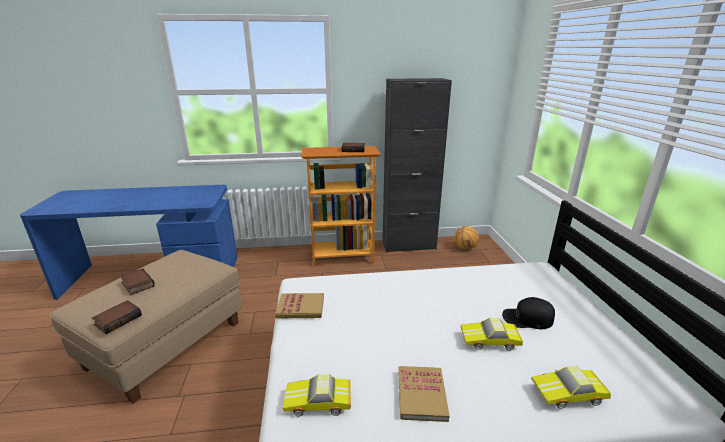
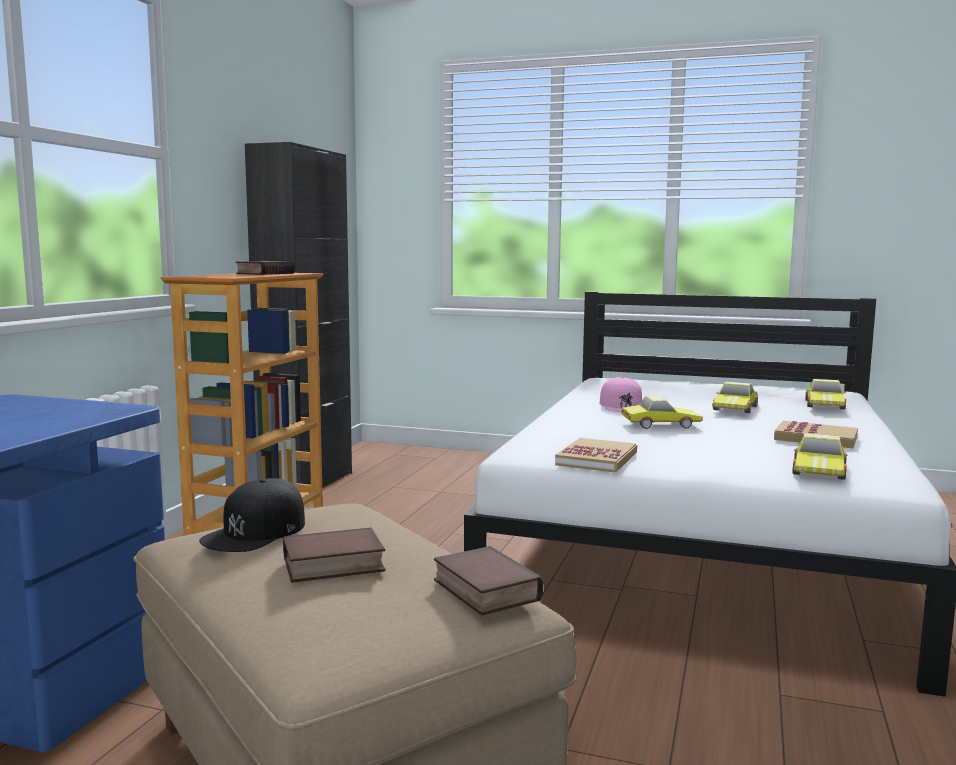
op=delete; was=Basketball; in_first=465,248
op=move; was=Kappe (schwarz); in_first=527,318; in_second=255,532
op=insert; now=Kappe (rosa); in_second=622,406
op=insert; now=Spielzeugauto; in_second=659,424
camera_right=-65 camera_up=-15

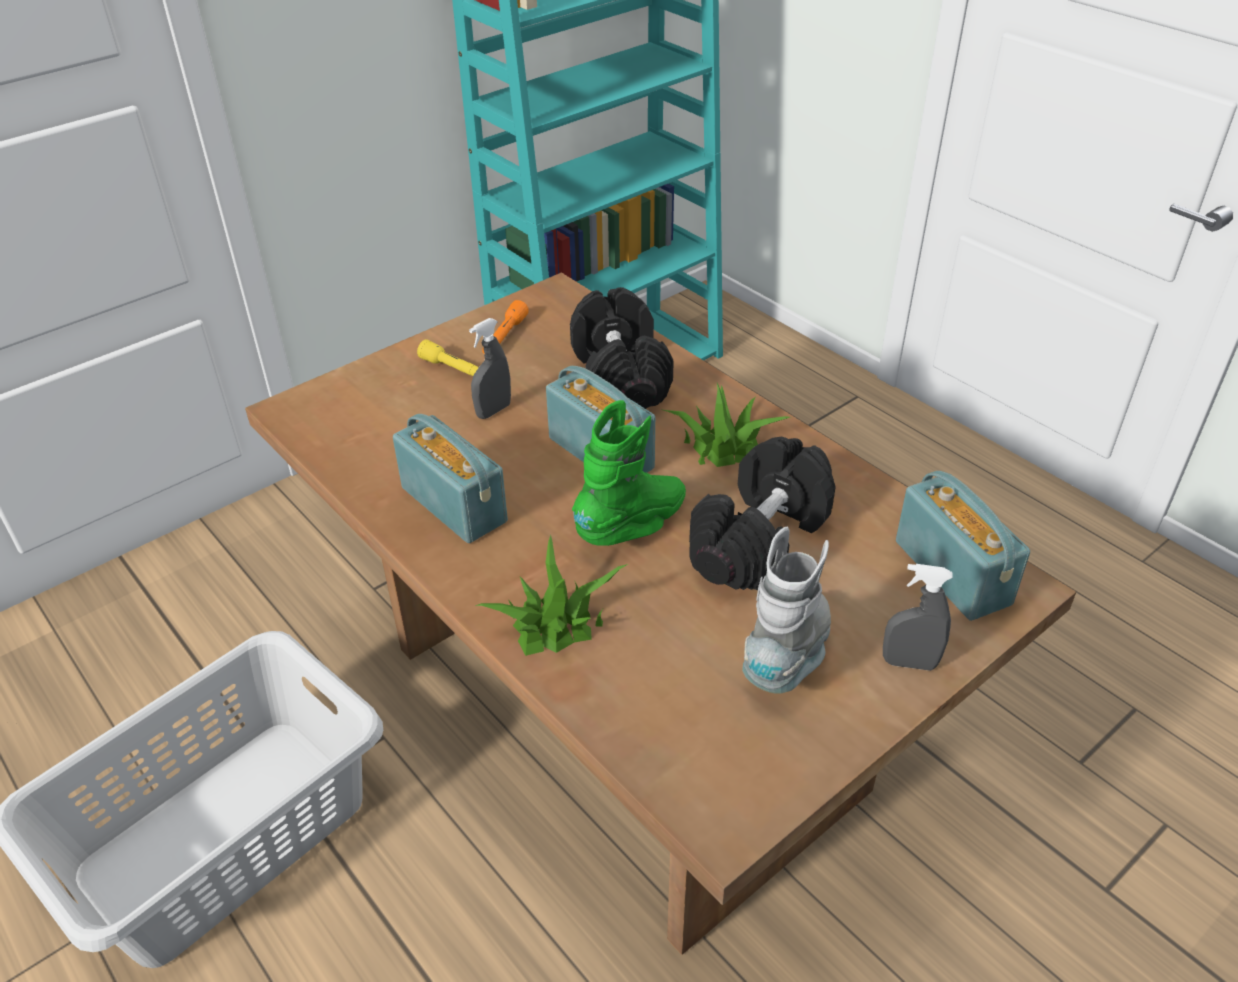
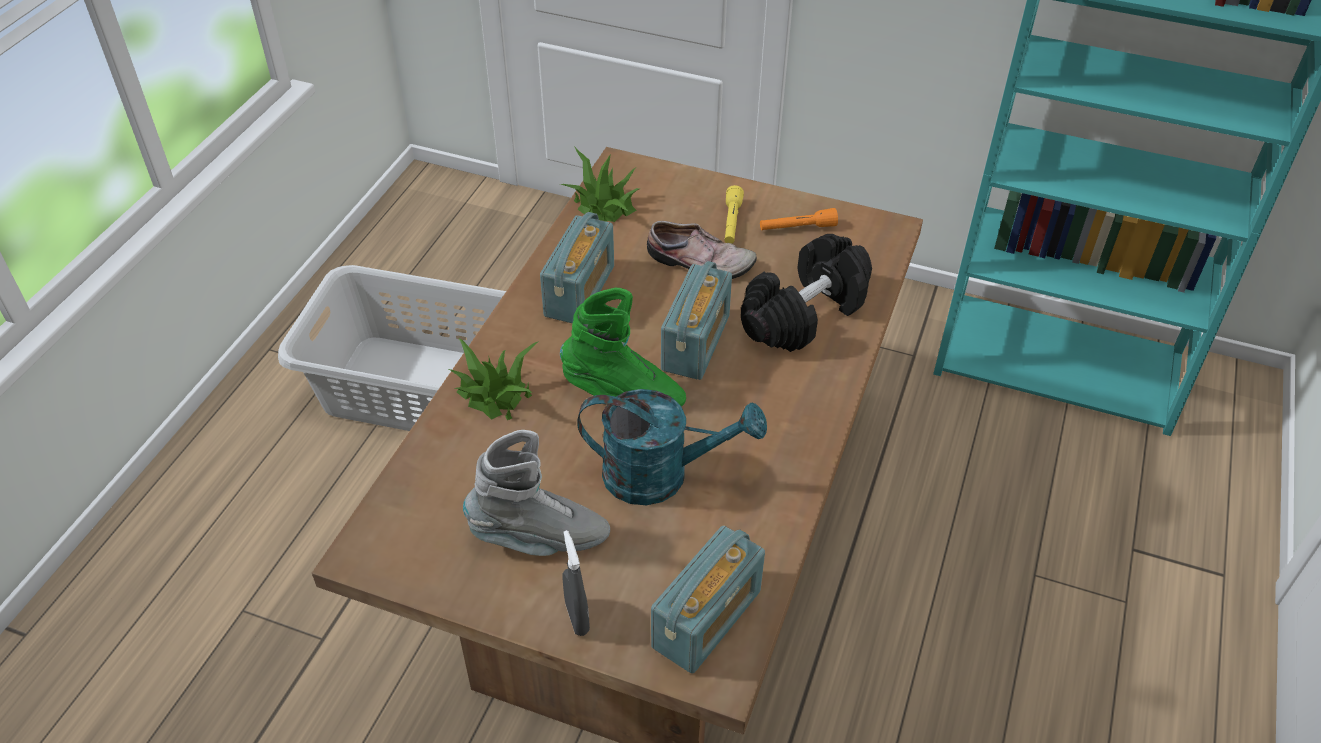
op=replace; was=Sprühflasche (grau); now=Schuh; in_first=493,411; in_second=699,263
op=move; was=Topfpflanze; in_first=723,445; in_second=604,205
op=replace; was=Hantel (schwarz); now=Gießkanne (türkis); in_first=759,539; in_second=661,475
camera_right=60 camera_up=5

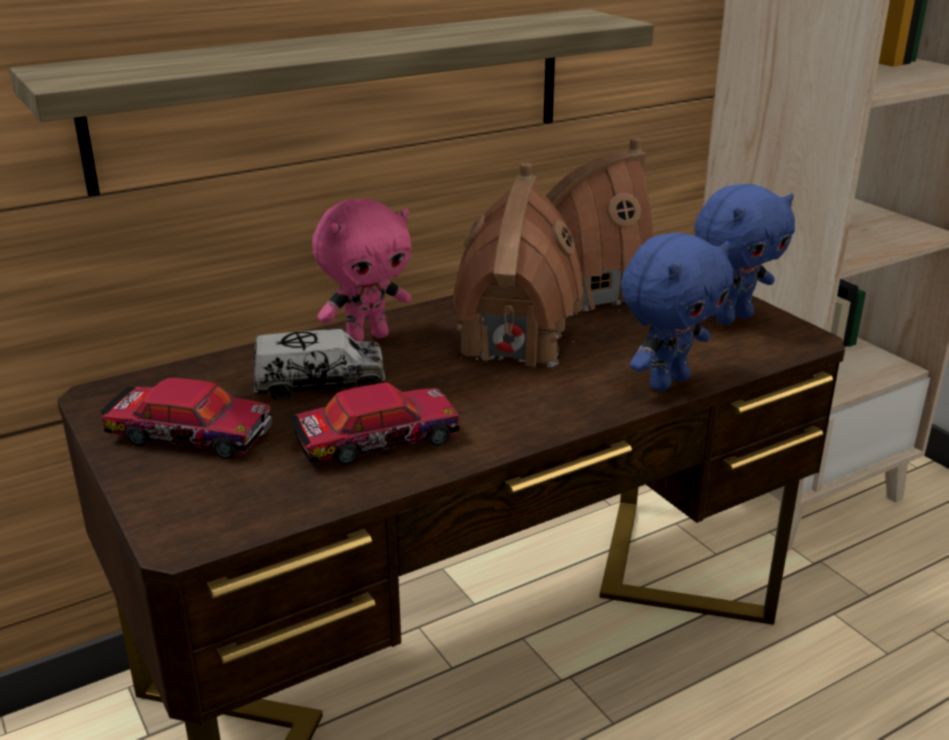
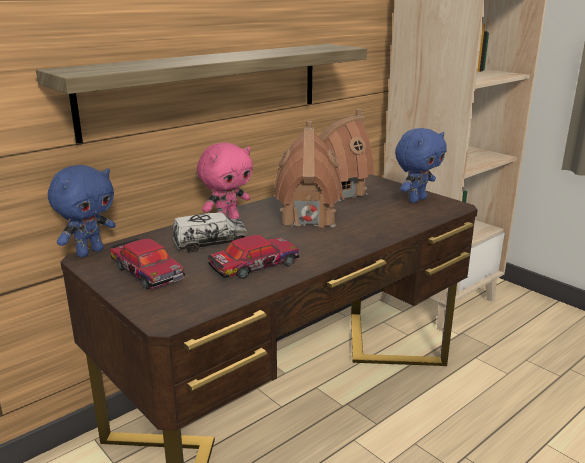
op=move; was=Plüschtier (blau); in_first=667,382; in_second=90,252
op=rotate; was=Spielzeugauto; in_first=190,434; in_second=147,272; clockwise=45
camera_right=-10 camera_up=-5

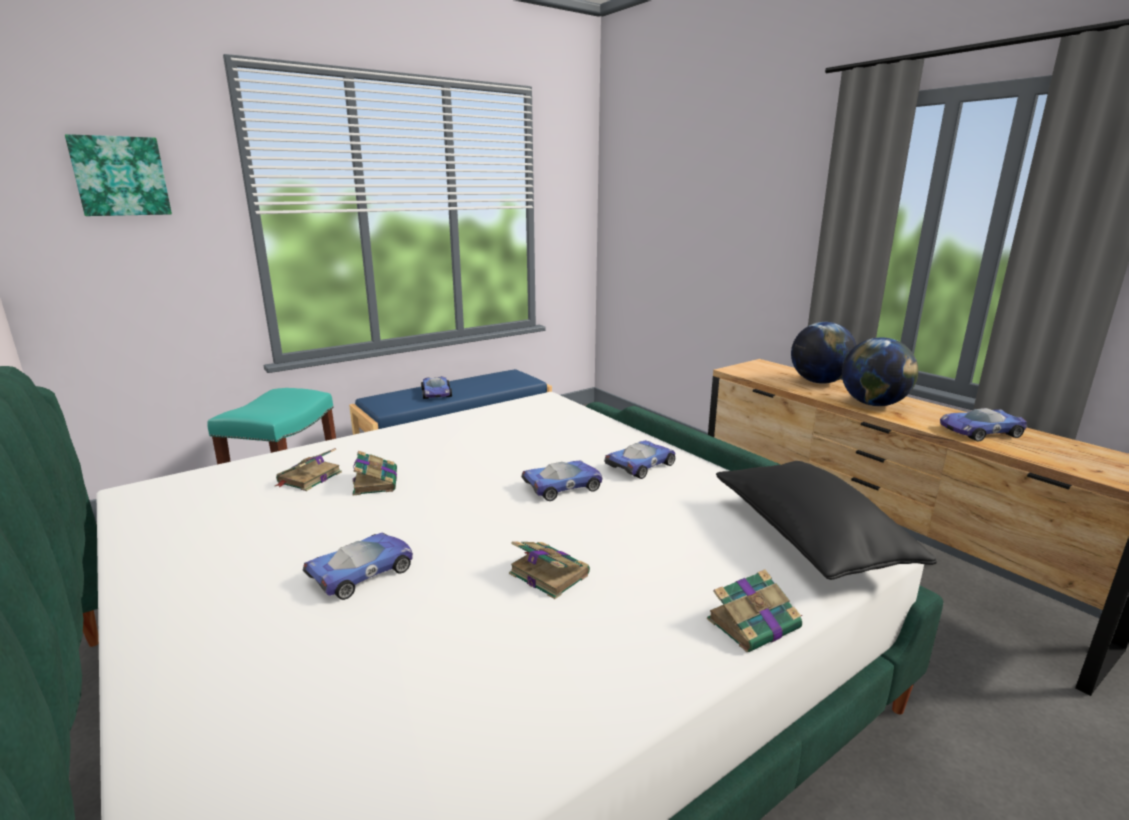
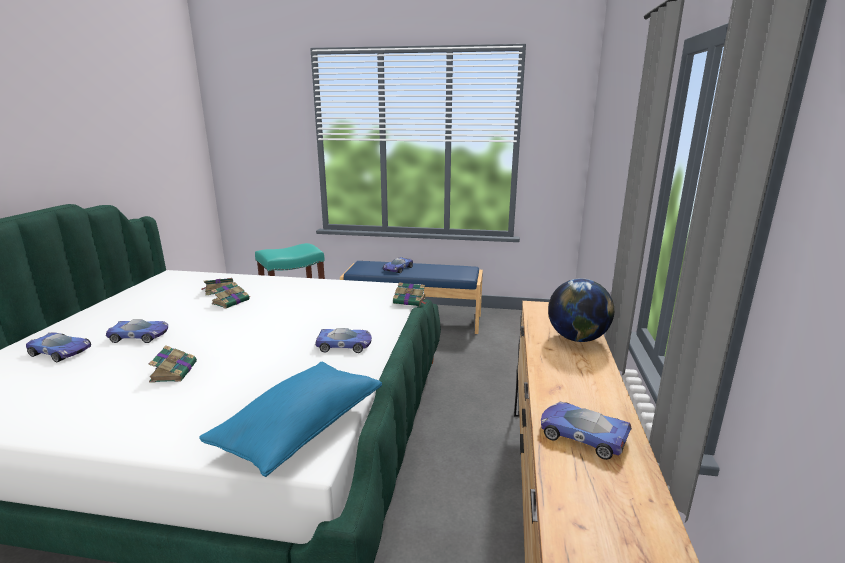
op=delete; was=Bild; in_first=120,176
op=delete; was=Globus; in_first=873,404
op=move; was=Spielzeugauto; in_first=563,486; in_second=61,352
op=recolor; was=Kissen (schwarz); now=Kissen (blau); in_first=807,539; in_second=301,429
op=move; was=Buch; in_first=755,623; in_second=410,301
camera_right=45 camera_up=0

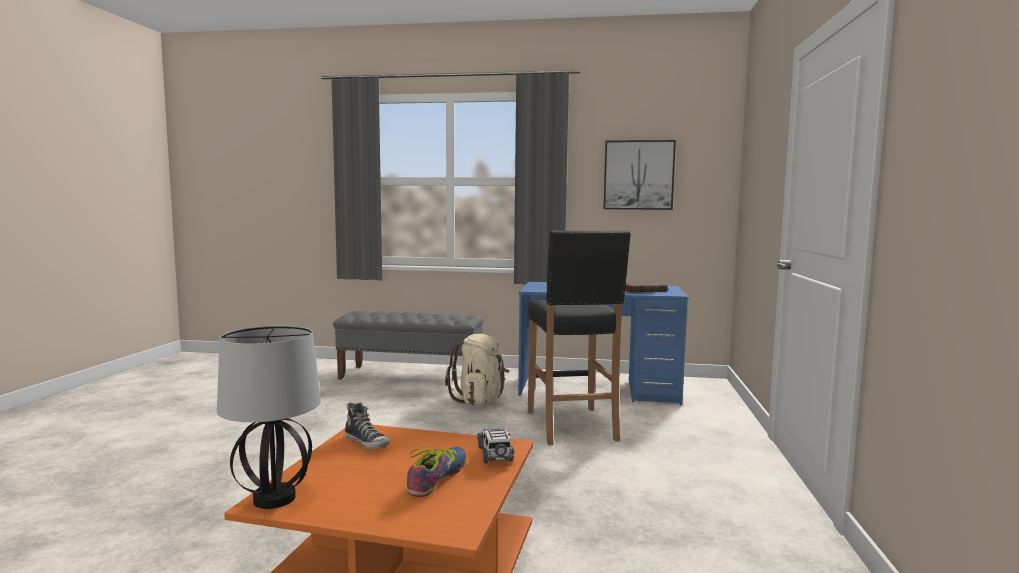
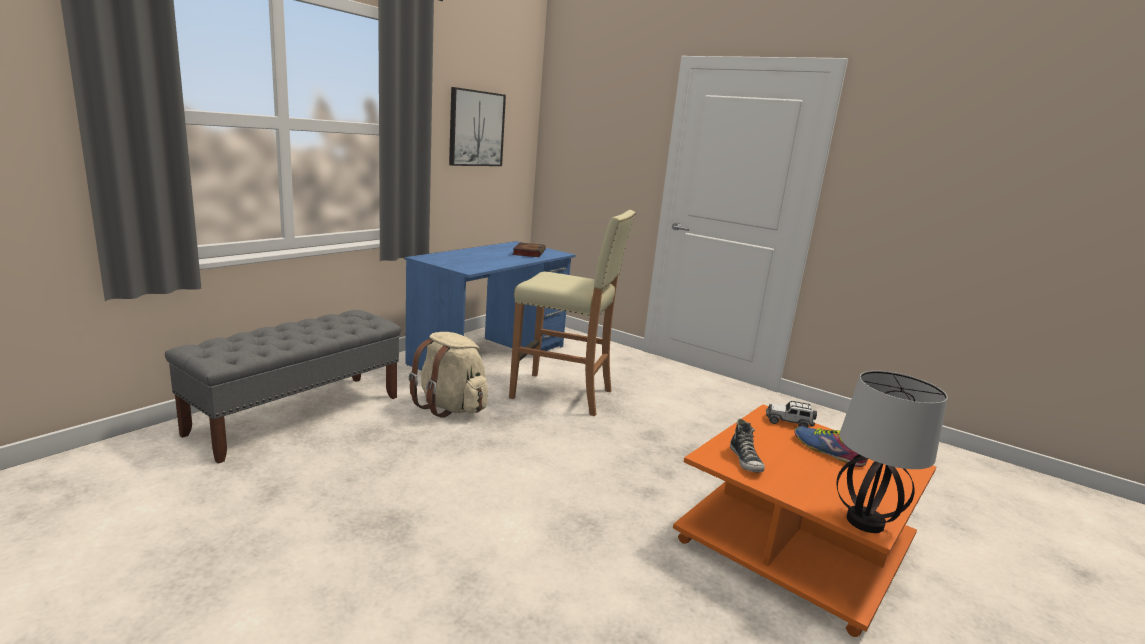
op=recolor; was=Hocker (schwarz); now=Hocker (beige); in_first=571,426; in_second=563,394
op=rotate; was=Schuh; in_first=367,443; in_second=746,461; clockwise=105
camera_right=-65 camera_up=10

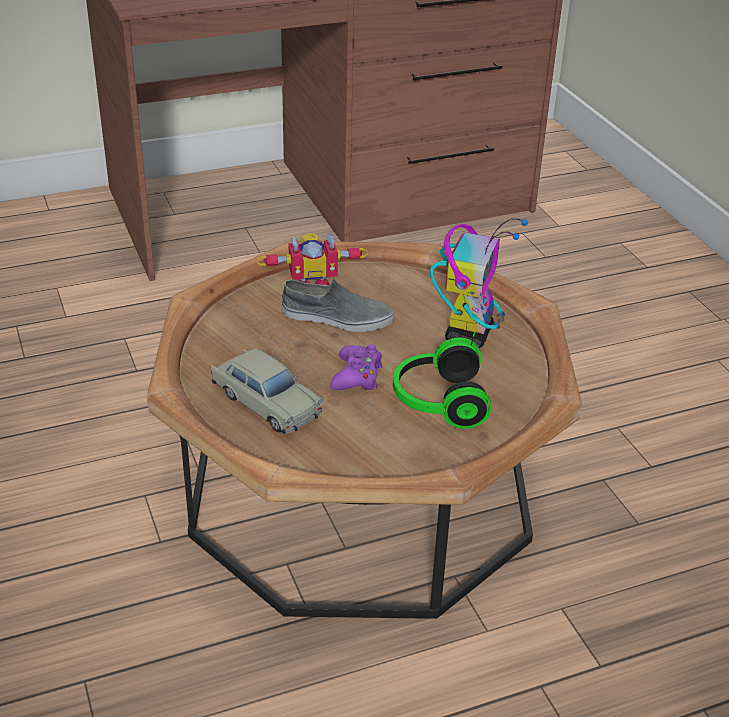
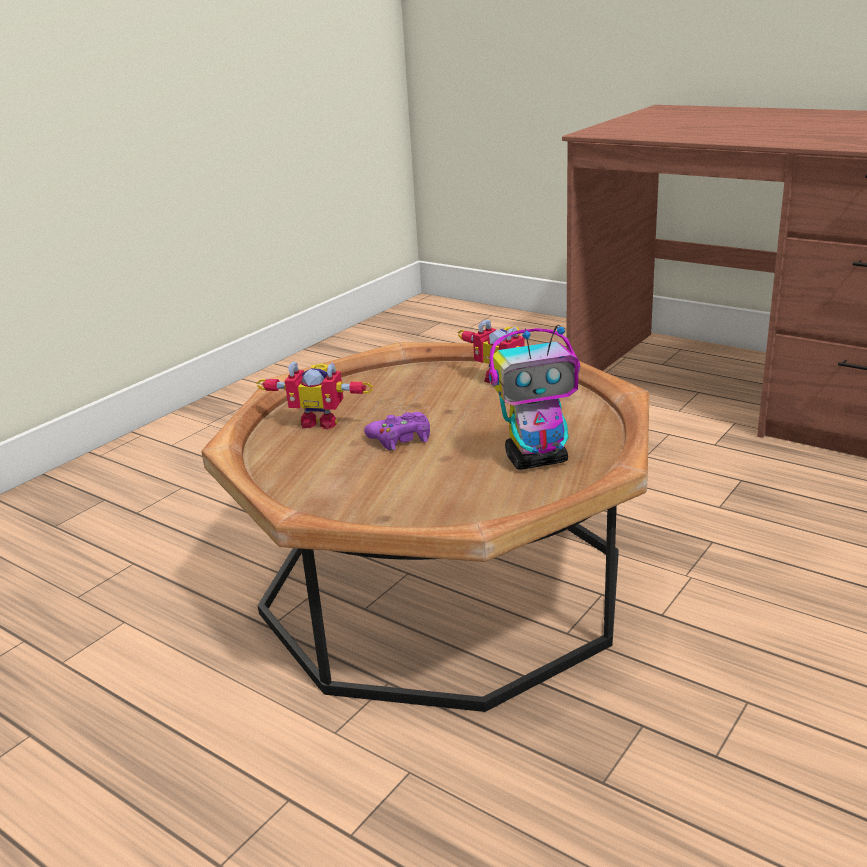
op=delete; was=Schuh (grau); in_first=337,318
op=delete; was=Kopfhörer; in_first=438,401
op=replace; was=Spielzeugauto (beige); now=Spielzeugroboter; in_first=266,402; in_second=321,421
camera_right=60 camera_up=-10

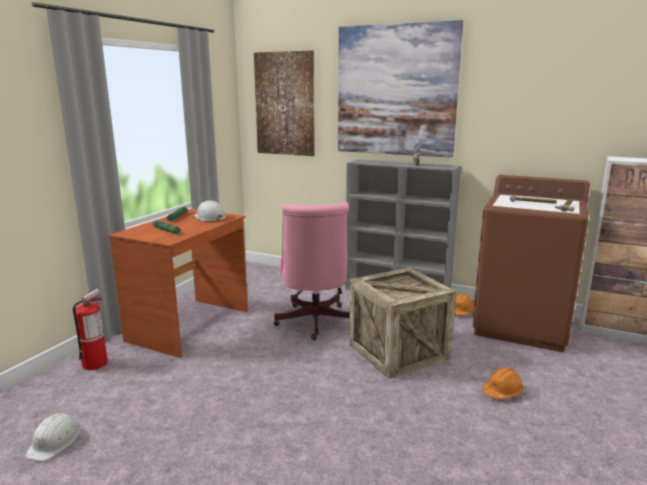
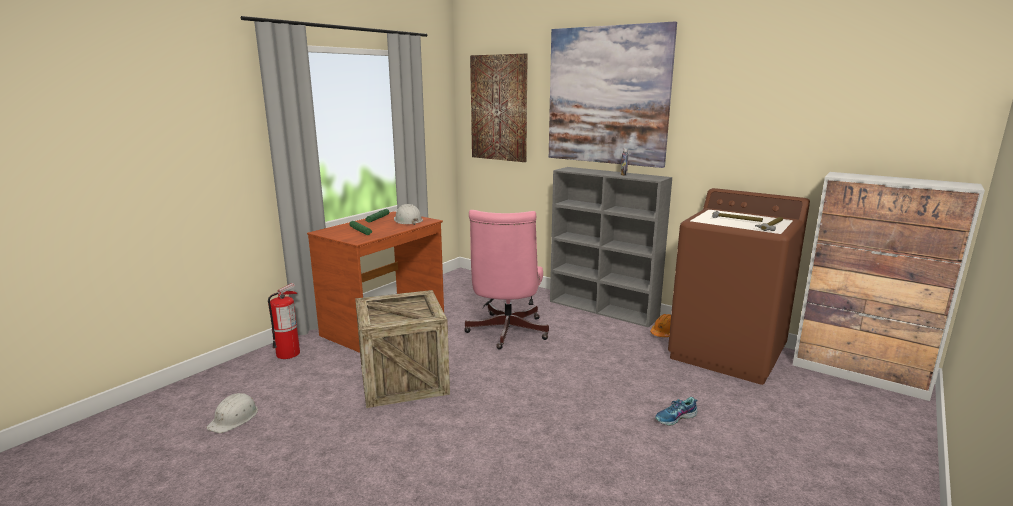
op=move; was=Kiste; in_first=398,352; in_second=403,380
op=replace; was=Schutzhelm (orange); now=Schuh; in_first=502,392; in_second=676,418
camera_right=10 camera_up=0

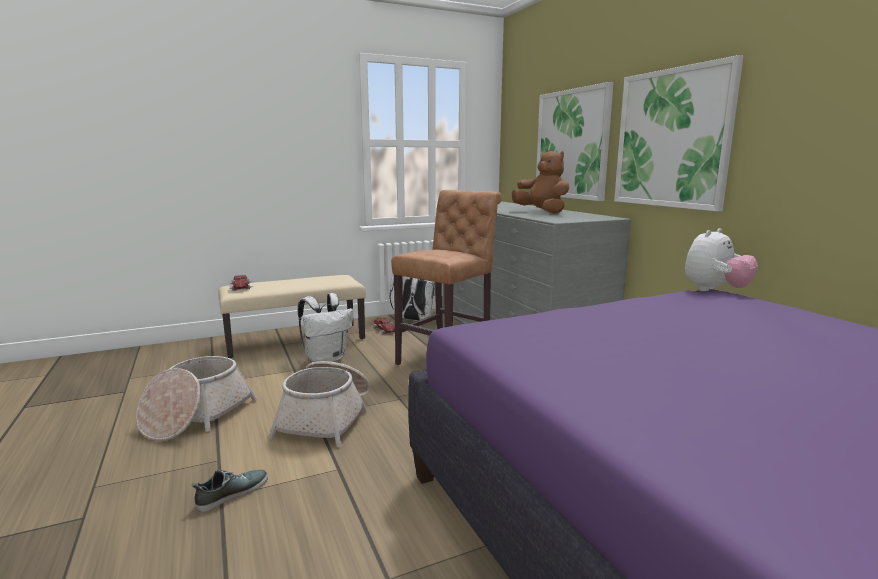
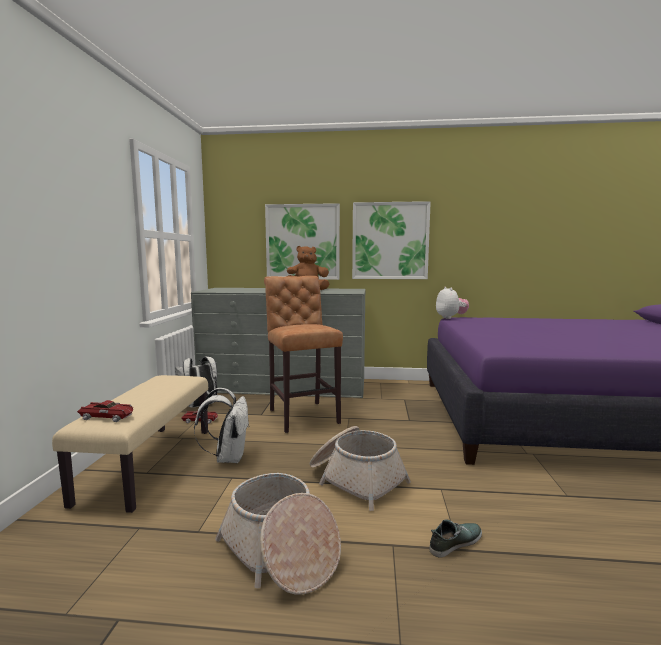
op=rotate; was=Schuh; in_first=232,493; in_second=455,542; clockwise=75
camera_right=-60 camera_up=-5

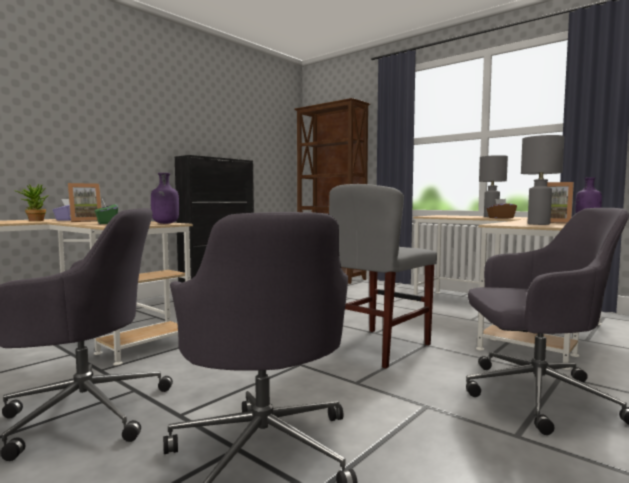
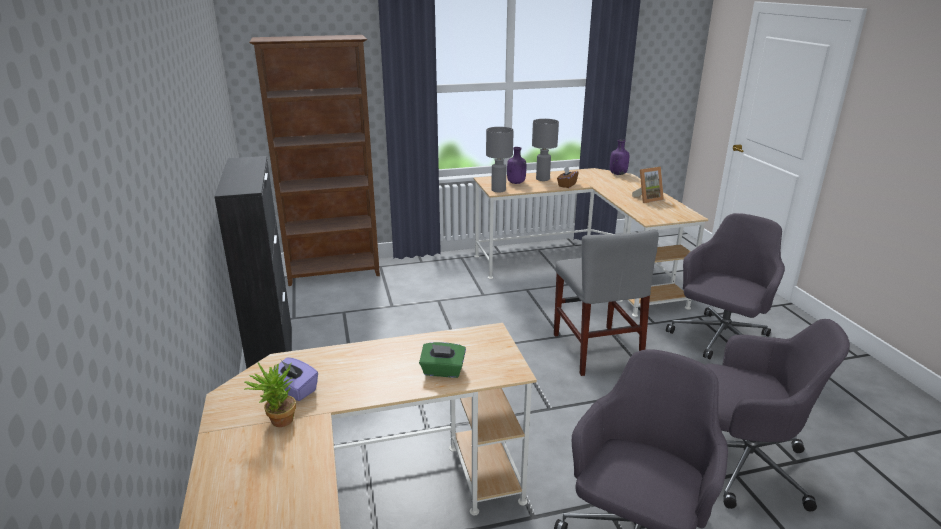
op=move; was=Tischlampe (grau); in_first=538,224; in_second=498,190
op=move; was=Flasche (lila); in_first=165,223; in_second=516,183
op=delete; was=Bilderrahmen; in_first=85,221
camera_right=-55 camera_up=20

